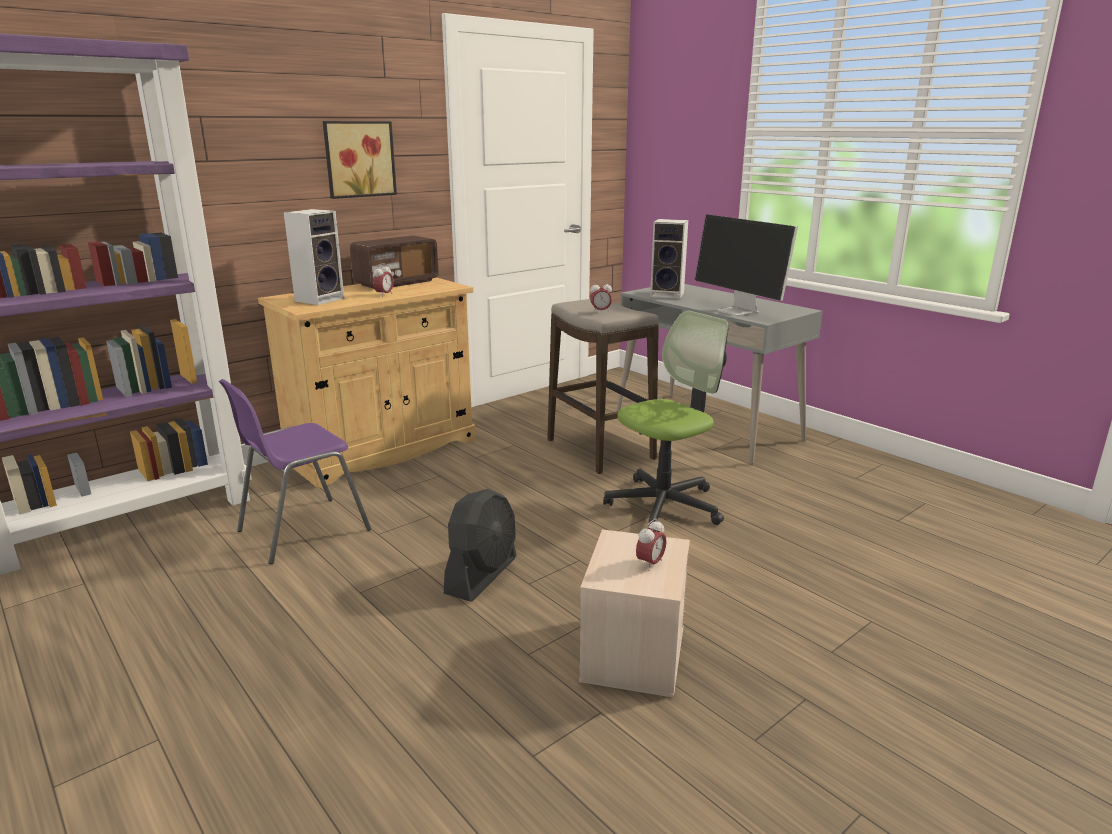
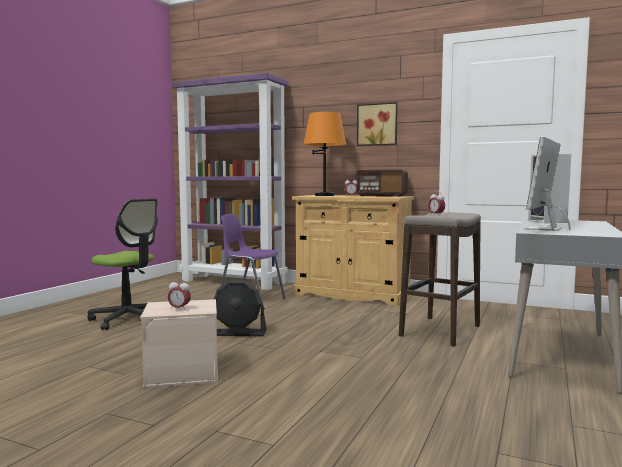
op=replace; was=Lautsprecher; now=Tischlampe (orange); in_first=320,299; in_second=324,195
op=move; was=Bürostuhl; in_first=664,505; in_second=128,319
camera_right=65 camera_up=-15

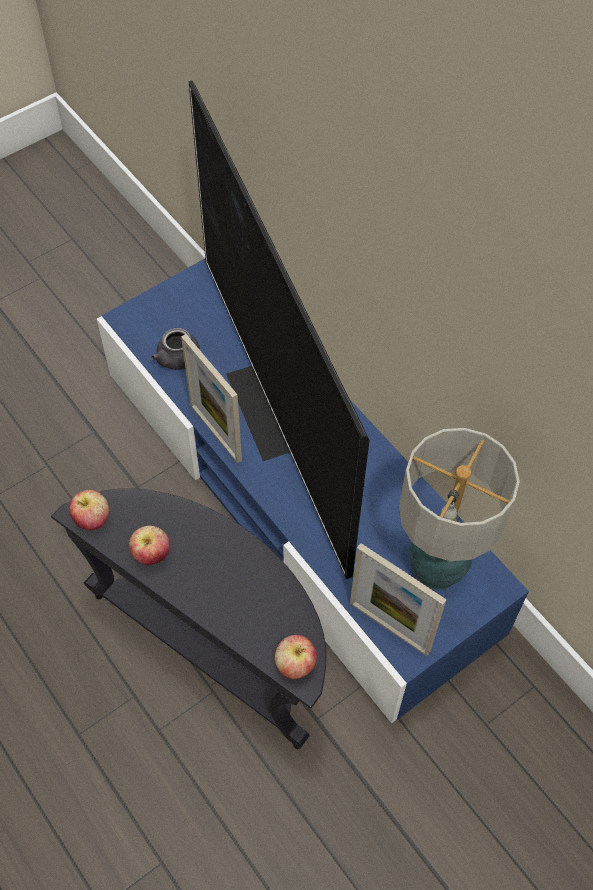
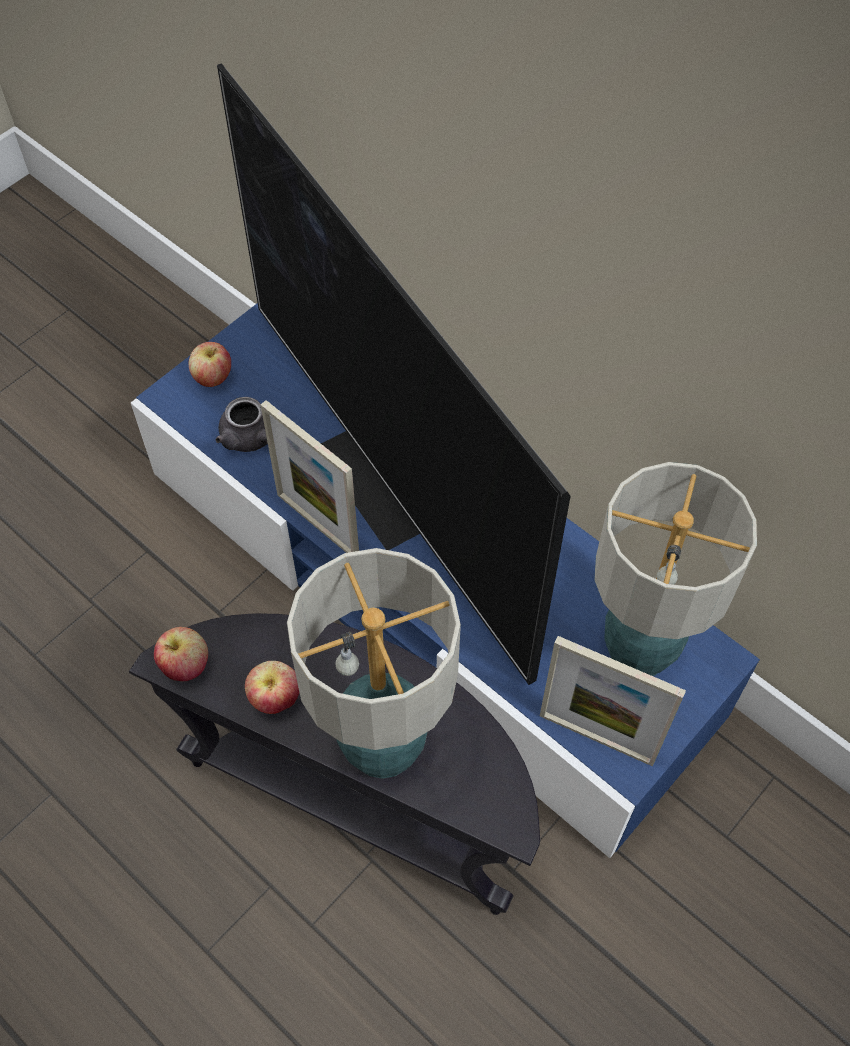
op=move; was=Apfel; in_first=295,664; in_second=213,378
op=insert; now=Tischlampe; in_second=382,748
camera_right=-10 camera_up=0

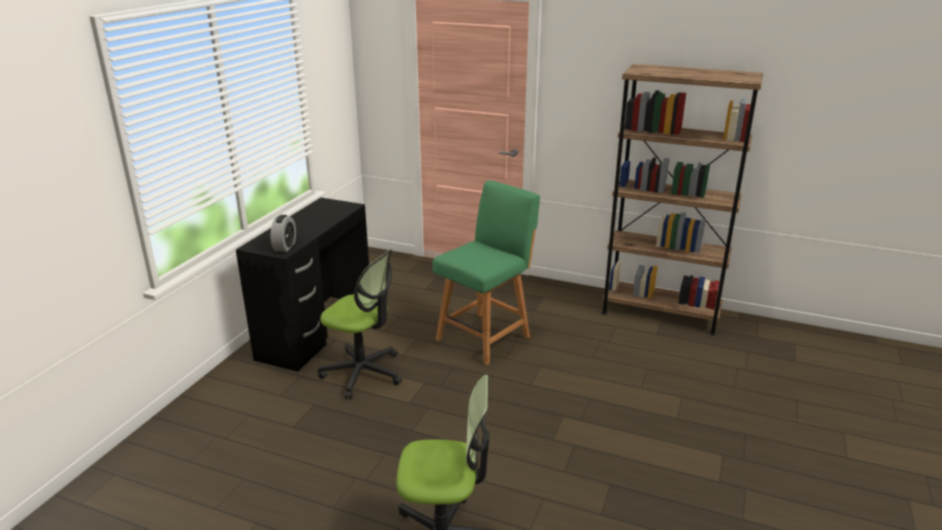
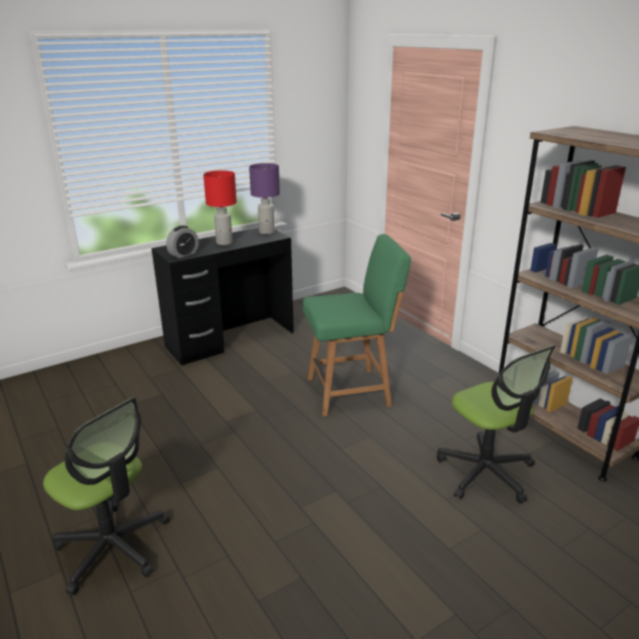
op=move; was=Bürostuhl; in_first=363,373; in_second=486,472
op=insert; now=Tischlampe (lila); in_second=267,232
op=insert; now=Tischlampe (rot); in_second=224,242
camera_right=35 camera_up=0

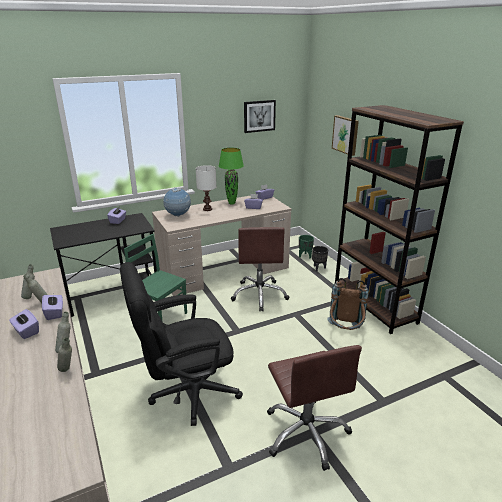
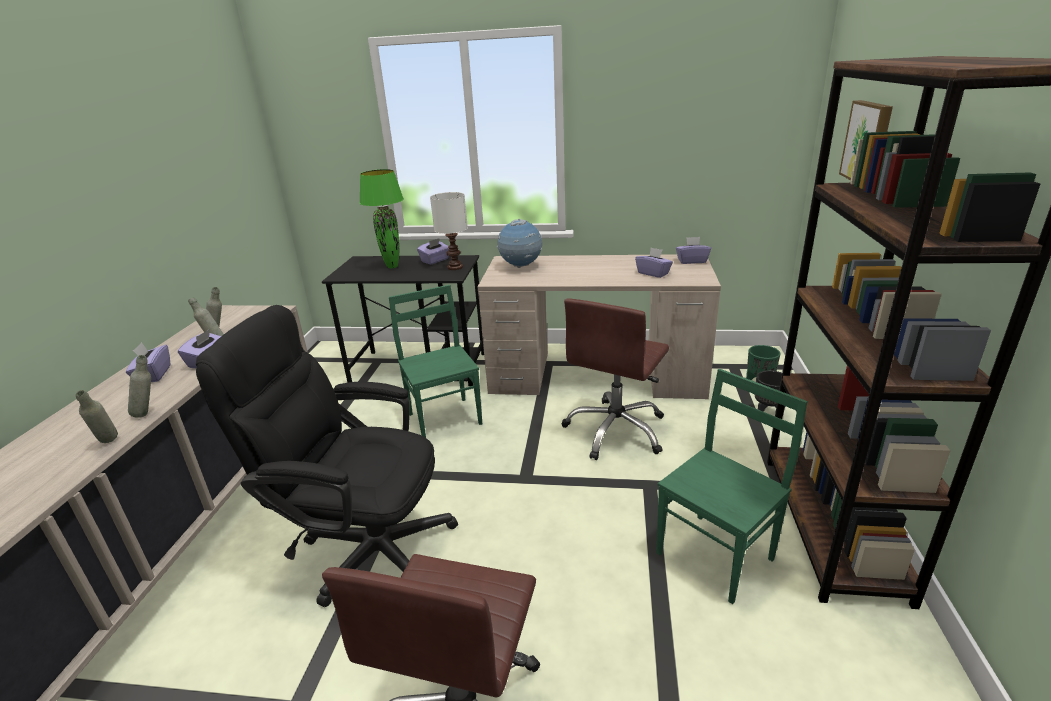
op=delete; was=Bild; in_first=259,116
op=move; was=Tischlampe (grün); in_first=232,203; in_second=392,267
op=move; was=Tischlampe (weiß); in_first=207,209; in_second=455,267
op=replace; was=Rucksack (braun); now=Stuhl (grün); in_first=345,332; in_second=717,556
camera_right=35 camera_up=0

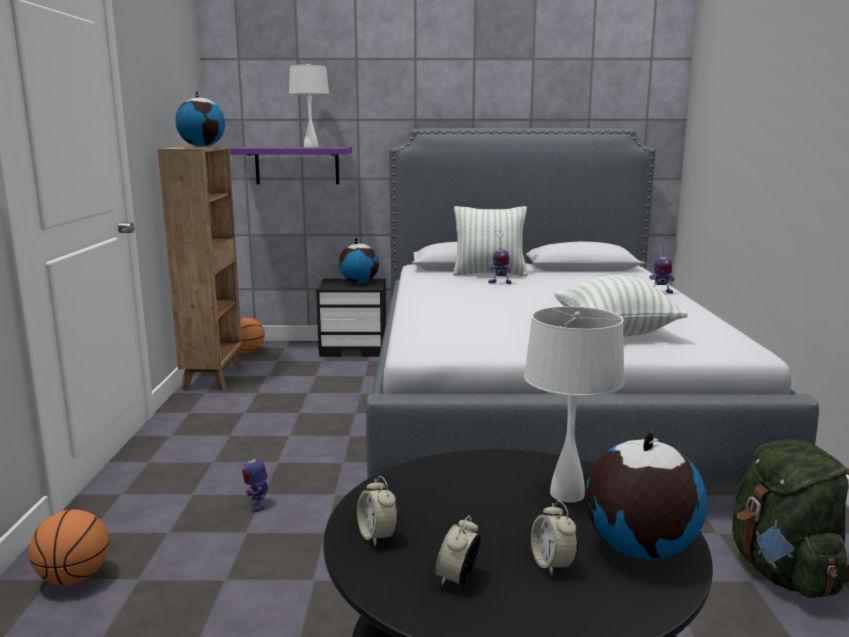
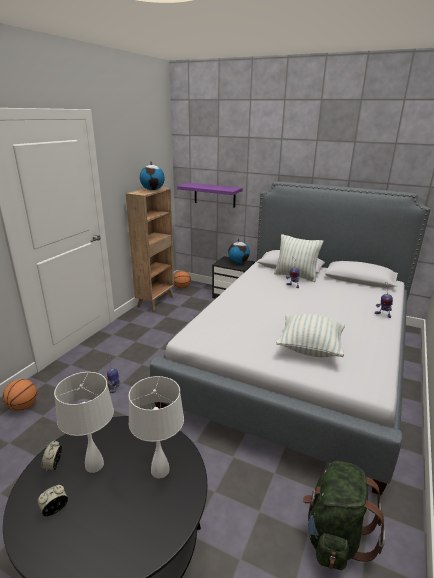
op=move; was=Tischlampe (weiß); in_first=310,147; in_second=94,465
op=delete; was=Globus; in_first=639,550
op=delete; was=Wecker; in_first=552,564
camera_right=25 camera_up=10

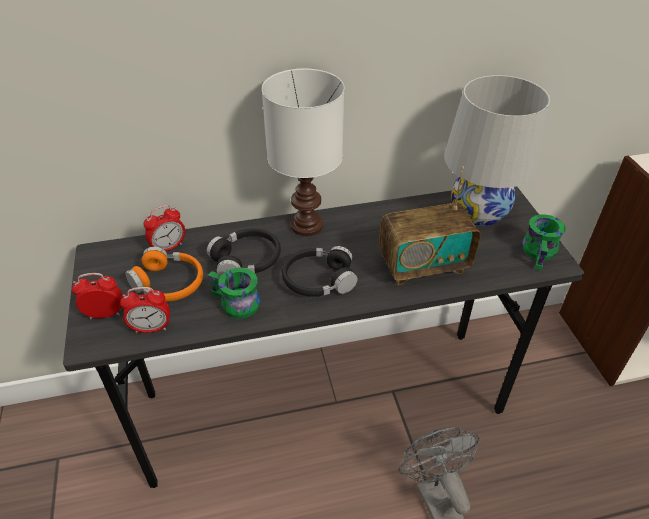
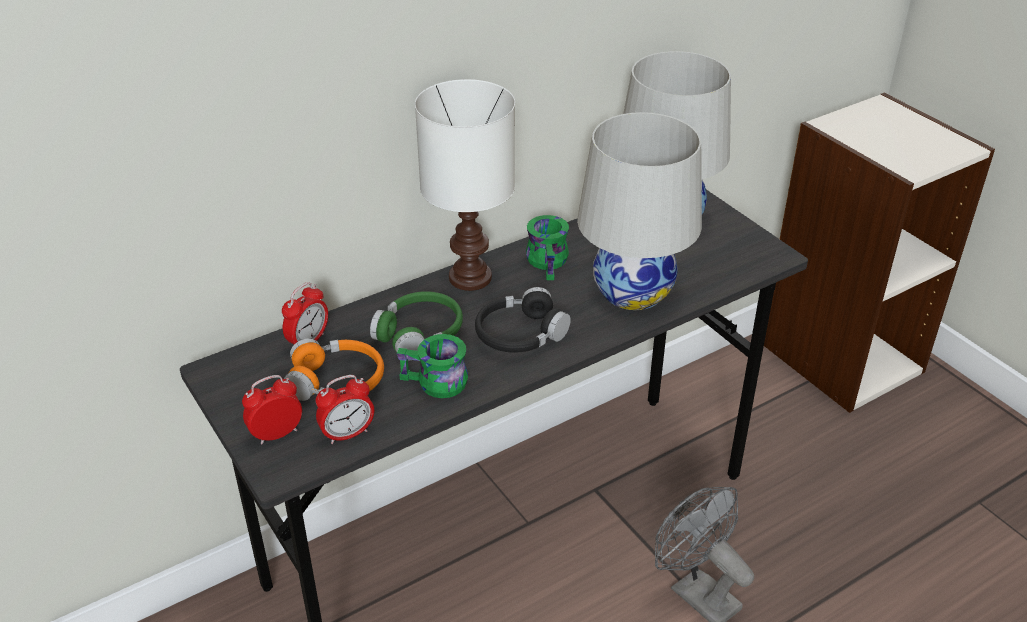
op=replace; was=Radio; now=Tischlampe (weiß); in_first=423,265; in_second=633,291
op=move; was=Henkelbecher (grün); in_first=541,253; in_second=551,262
op=recolor; was=Kopfhörer (schwarz); now=Kopfhörer (grün); in_first=246,260; in_second=419,333
camera_right=-20 camera_up=-5

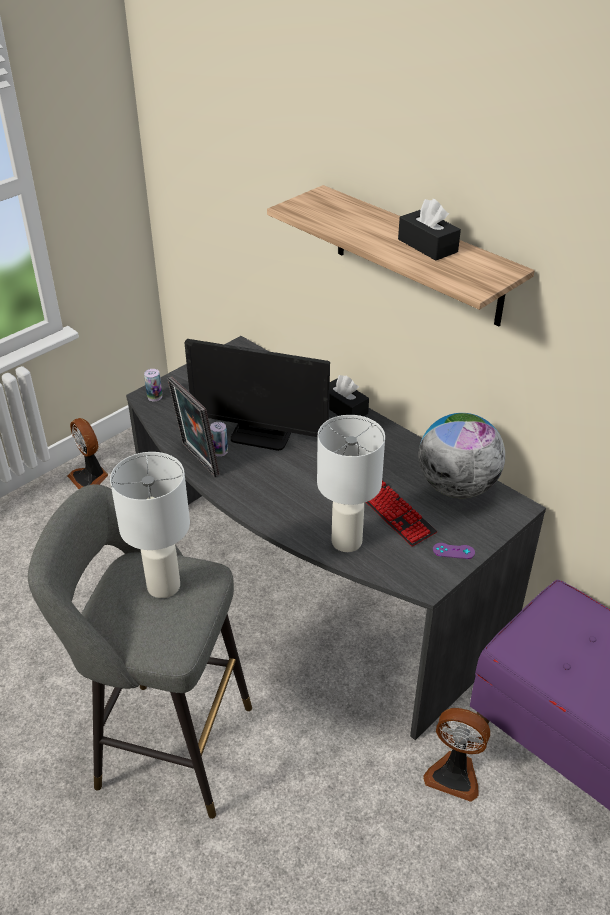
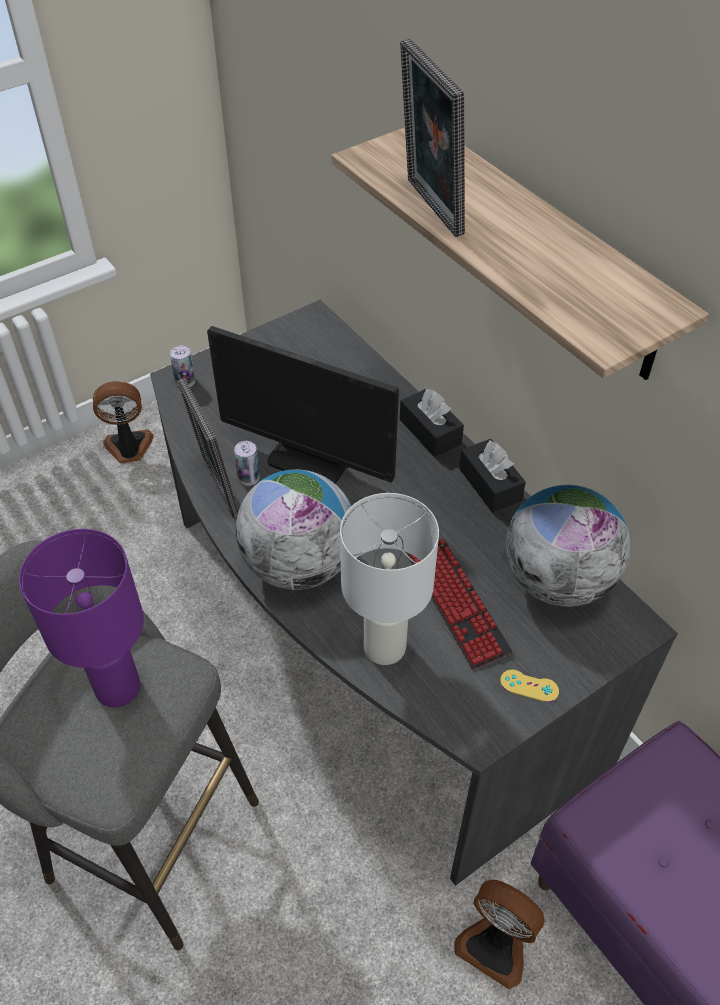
op=move; was=Taschentuchbox (schwarz); in_first=427,246; in_second=490,484
op=rotate; was=Ventilator; in_first=90,478; in_second=129,448; clockwise=105
op=recolor; was=Tischlampe (weiß); now=Tischlampe (lila); in_first=164,586; in_second=119,688
op=recolor; was=Gamepad (lila); now=Gamepad (gelb); in_first=453,551; in_second=529,686
op=insert; now=Bilderrahmen; in_second=428,208
op=insert; now=Globus; in_second=298,565
camera_right=10 camera_up=10

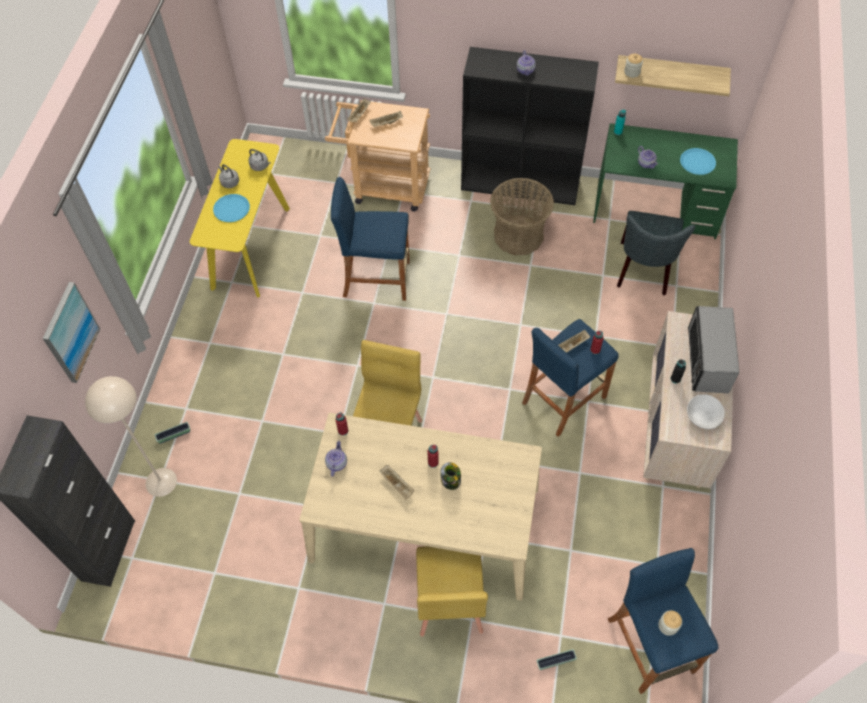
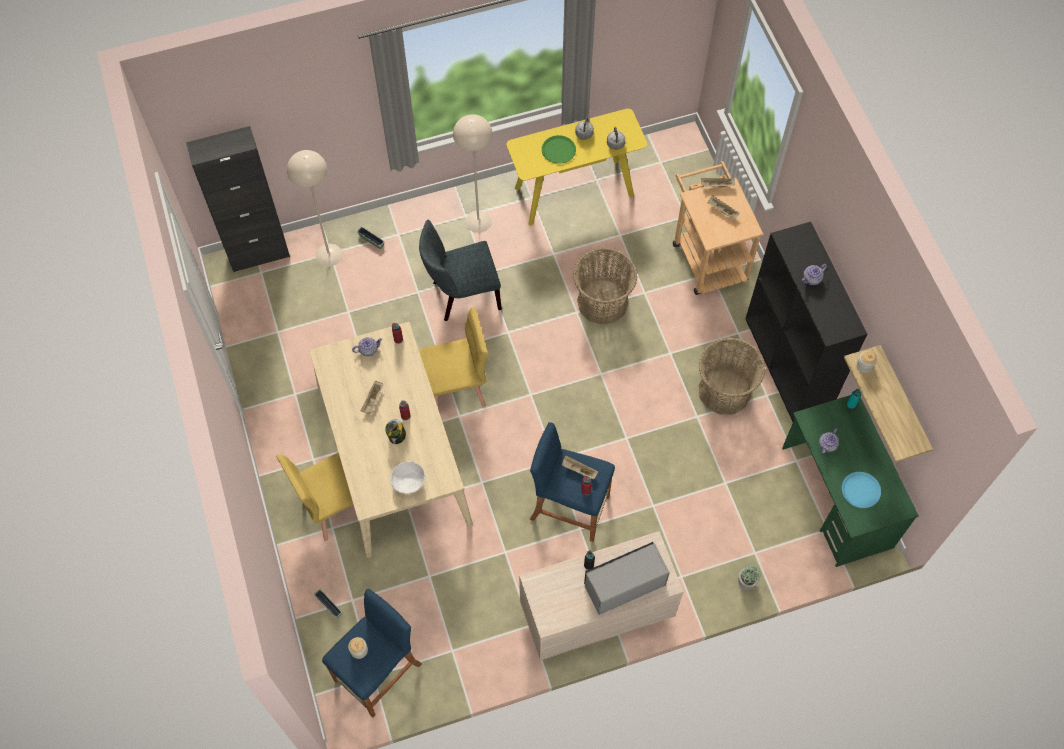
op=replace; was=Hocker (blau); now=Korb; in_first=376,279; in_second=602,302
op=recolor; was=Teller (blau); now=Teller (grün); in_first=231,209; in_second=558,150
op=move; was=Stuhl (grau); in_first=644,272; in_second=462,295
op=delete; was=Bild; in_first=70,333
op=move; was=Schüssel (weiß); in_first=702,417; in_second=408,481
op=insert; now=Stehlampe (beige); in_second=478,221
op=insert; now=Topfpflanze; in_second=746,582
camera_right=60 camera_up=5

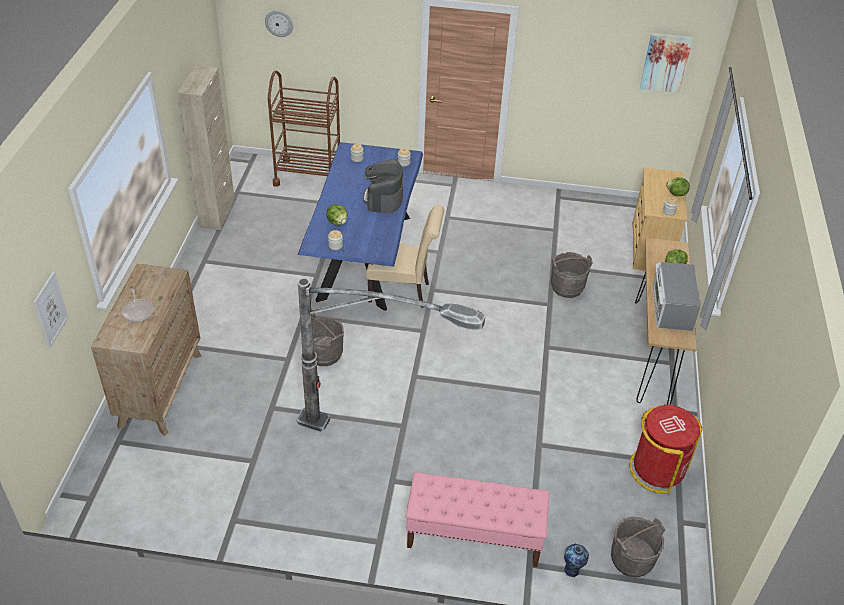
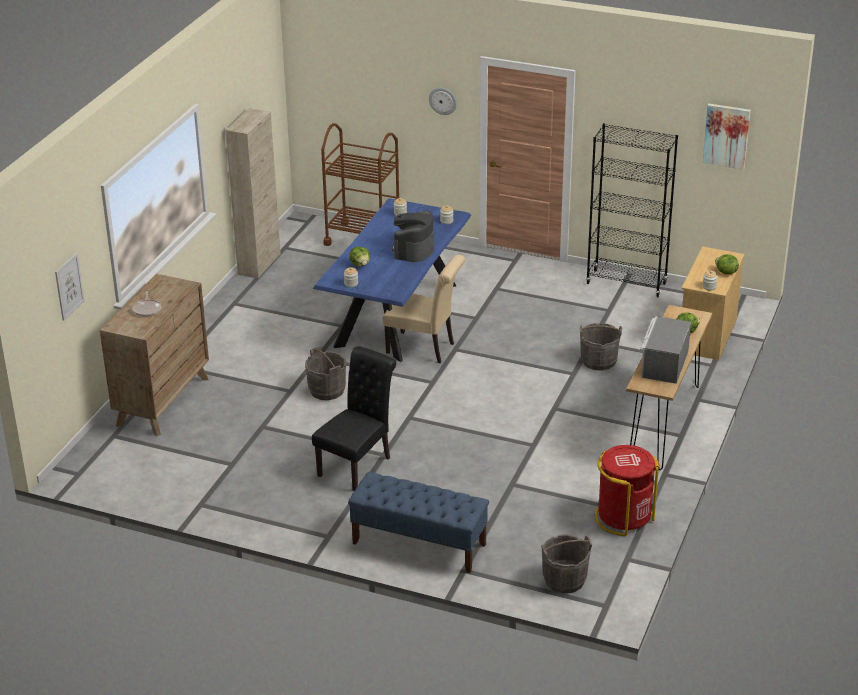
op=move; was=Wanduhr; in_first=279,23; in_second=443,100
op=replace; was=Stehlampe; now=Stuhl (schwarz); in_first=382,442; in_second=358,464
op=recolor; was=Bank (rosa); now=Bank (blau); in_first=473,536; in_second=418,544
op=delete; was=Vase; in_first=572,570
op=insert; now=Bücherregal (schwarz); in_second=626,283
camera_right=15 camera_up=-10

